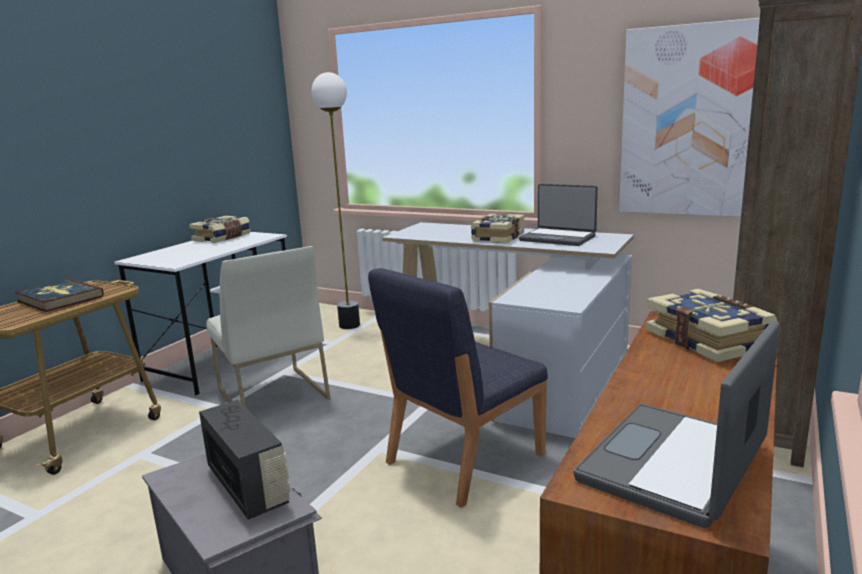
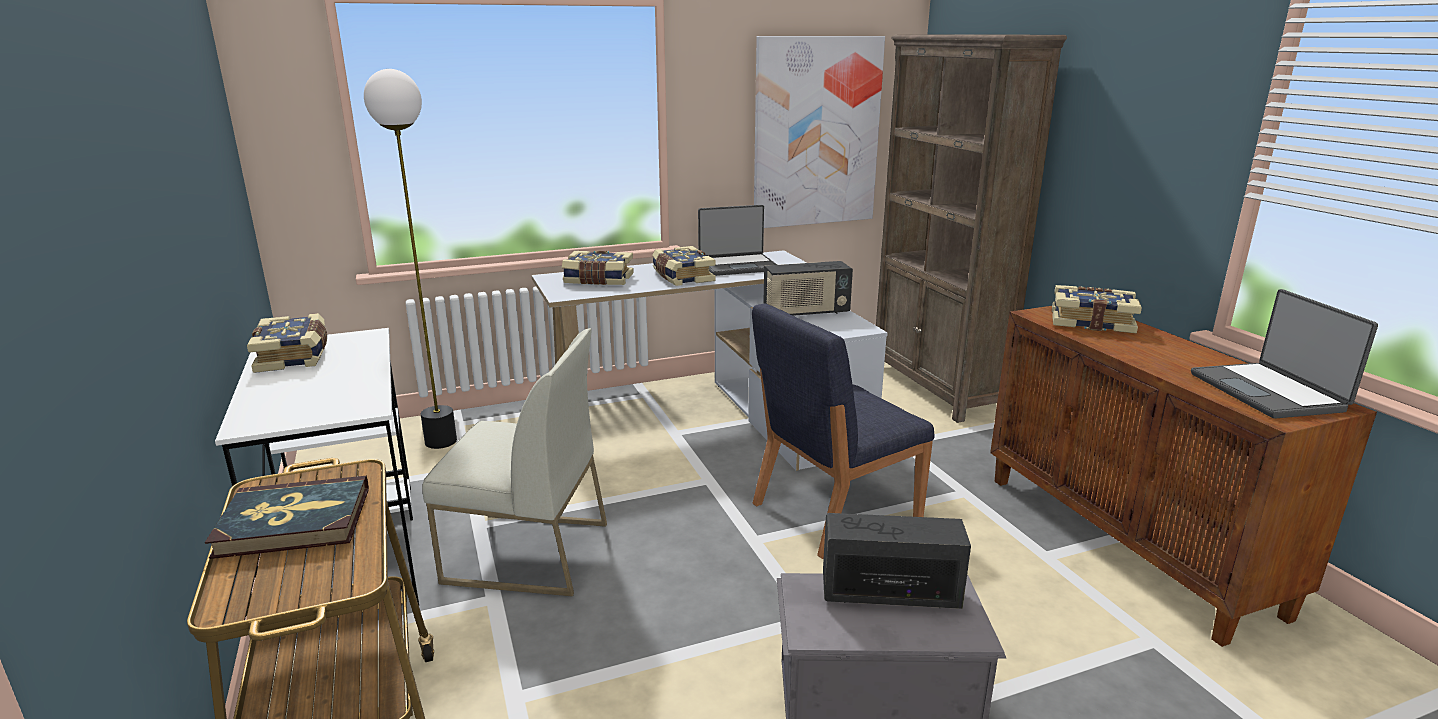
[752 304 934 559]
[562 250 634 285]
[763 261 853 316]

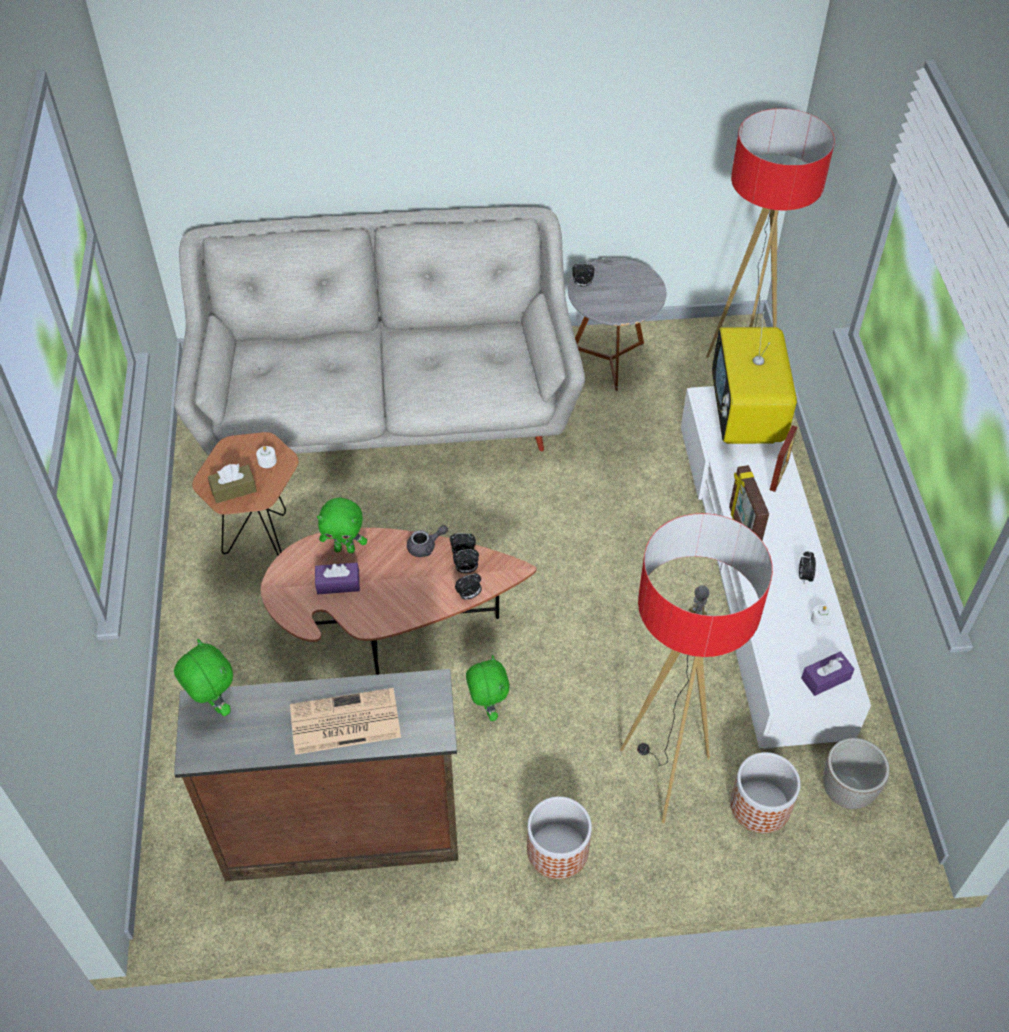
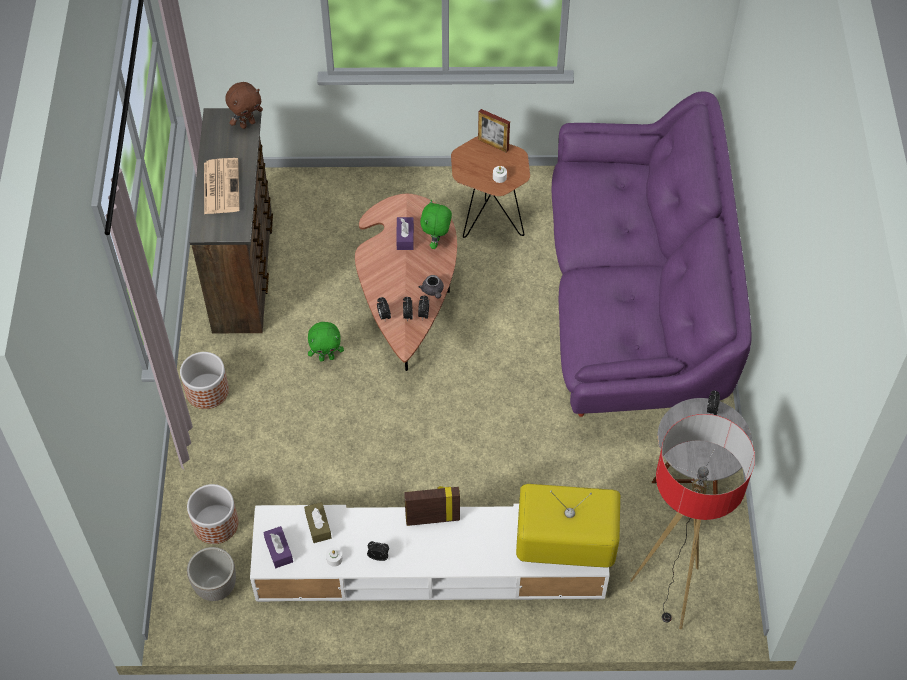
[552 92 752 417]
[225 82 263 129]
[304 502 331 543]
[620 513 773 824] (first image)
[478 109 510 153]

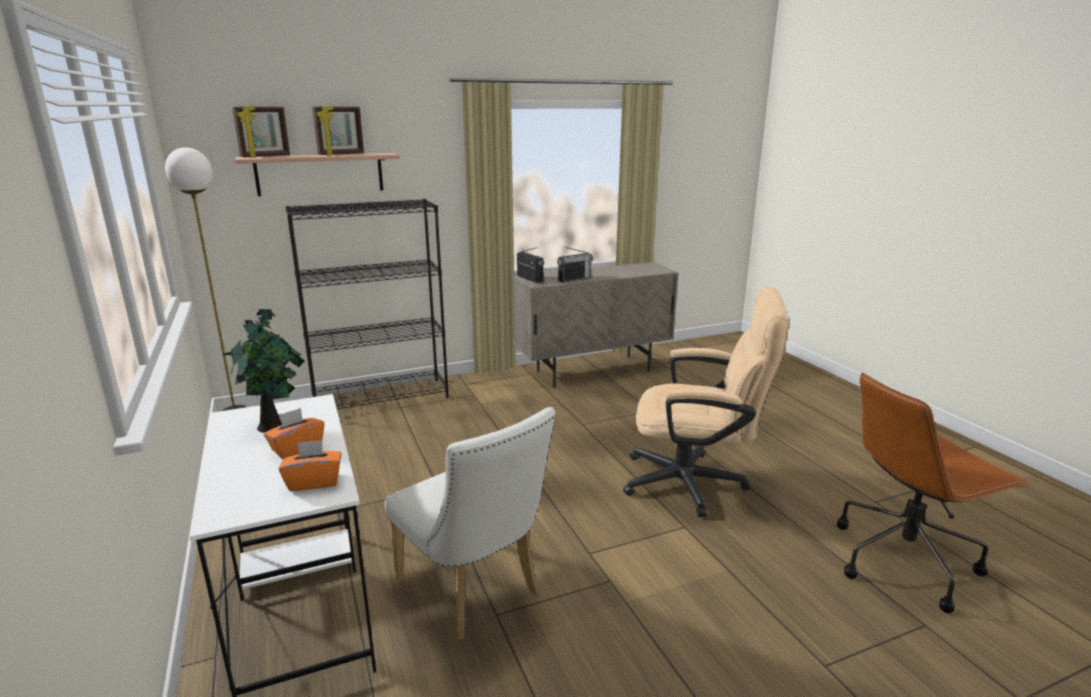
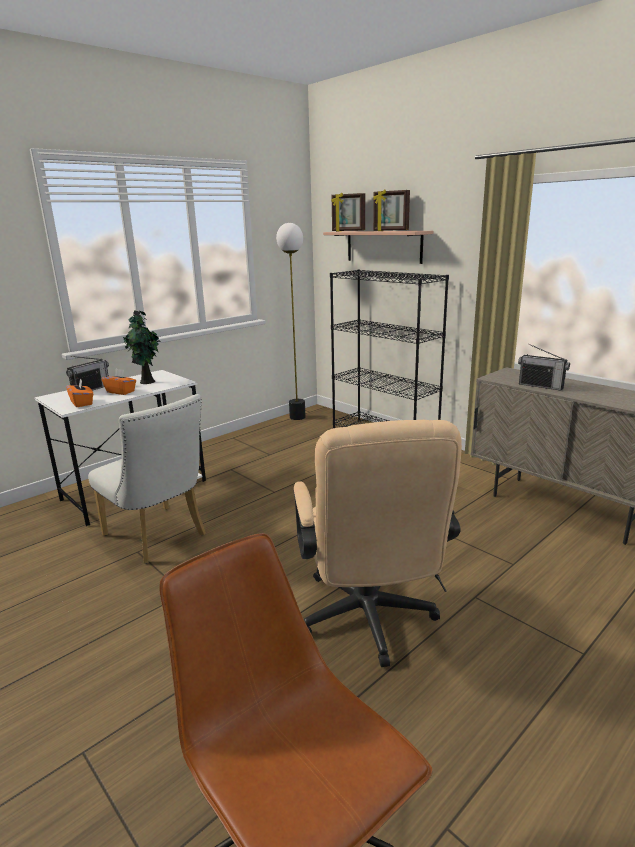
[88 394 206 564]
[66 356 109 391]

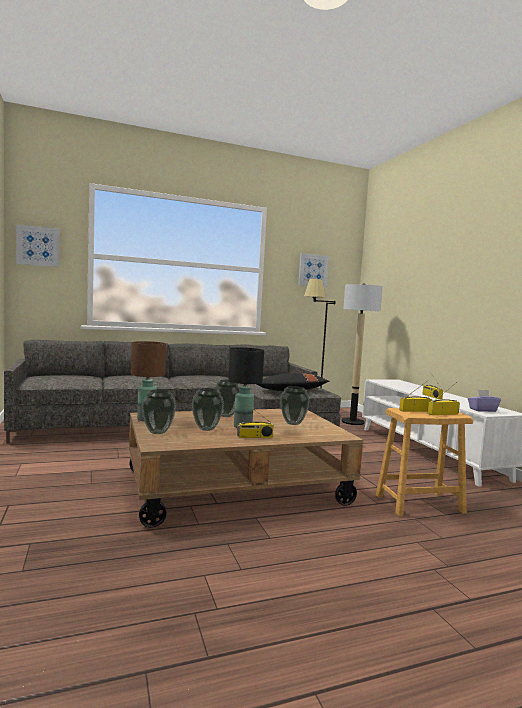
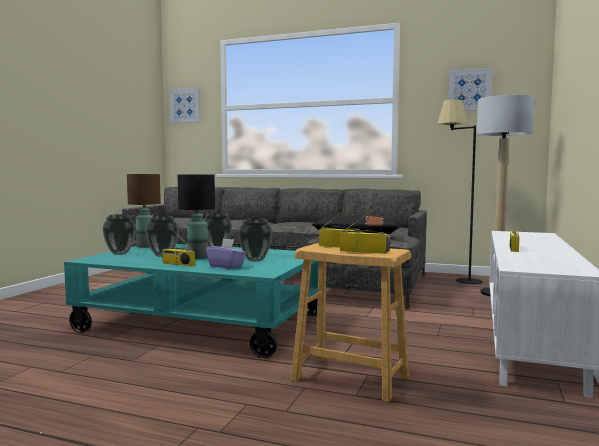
[64 244 319 358]
[206 238 246 269]

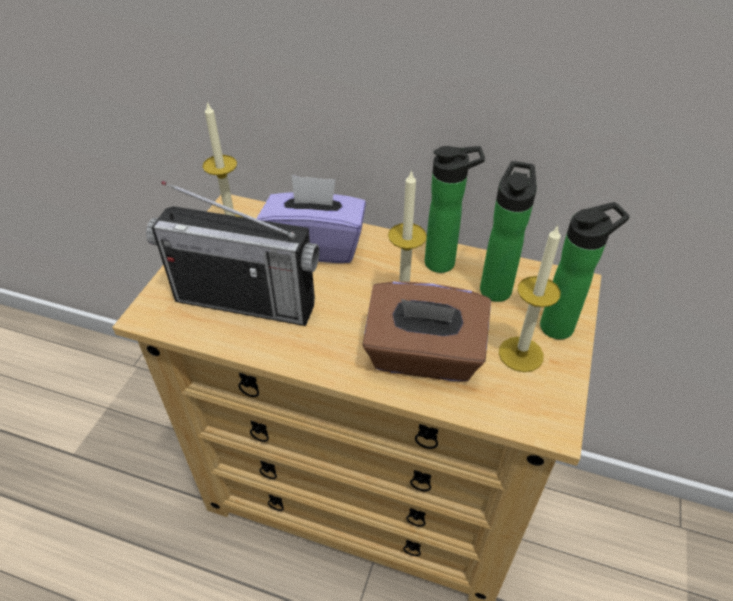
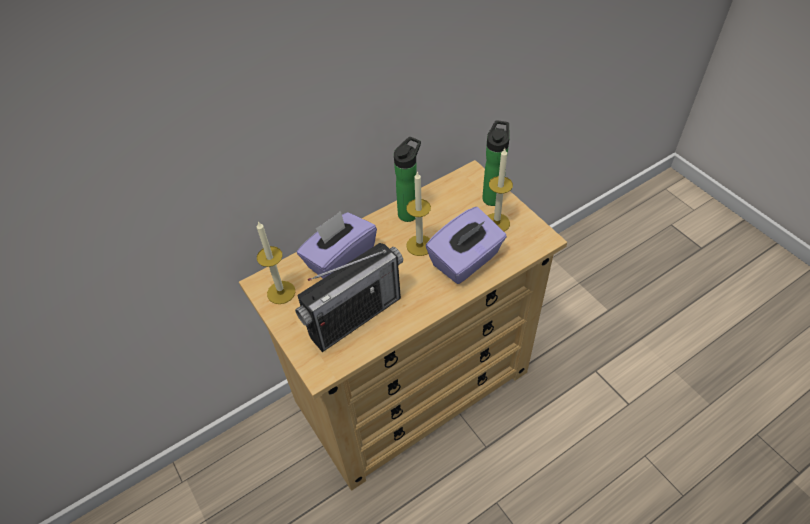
[426 207 507 284]
[480 161 537 302] (first image)

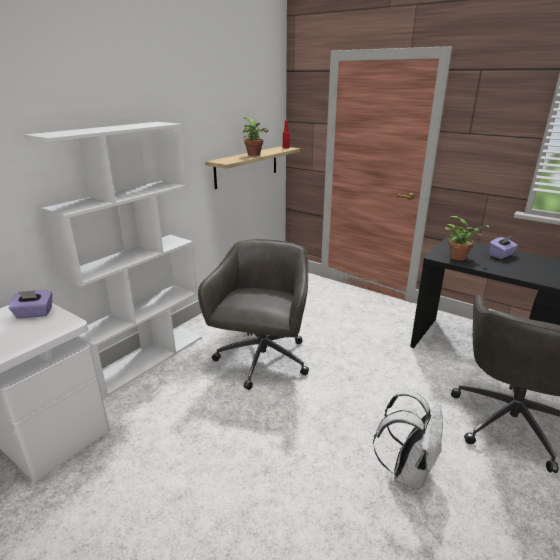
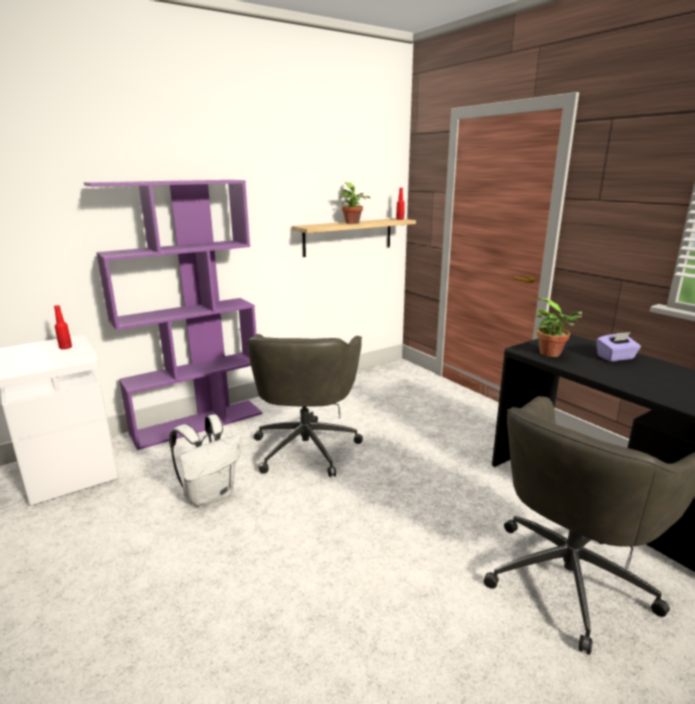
[54 305 72 349]
[84 180 262 450]
[247 334 363 477]
[169 414 242 507]

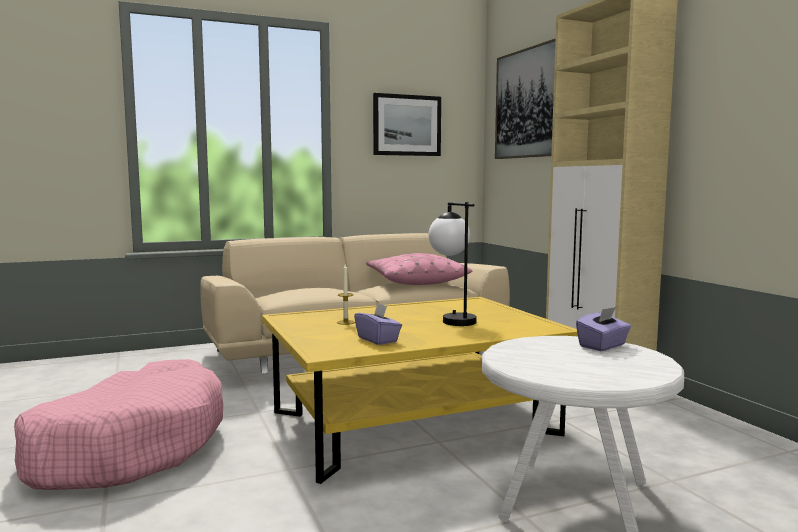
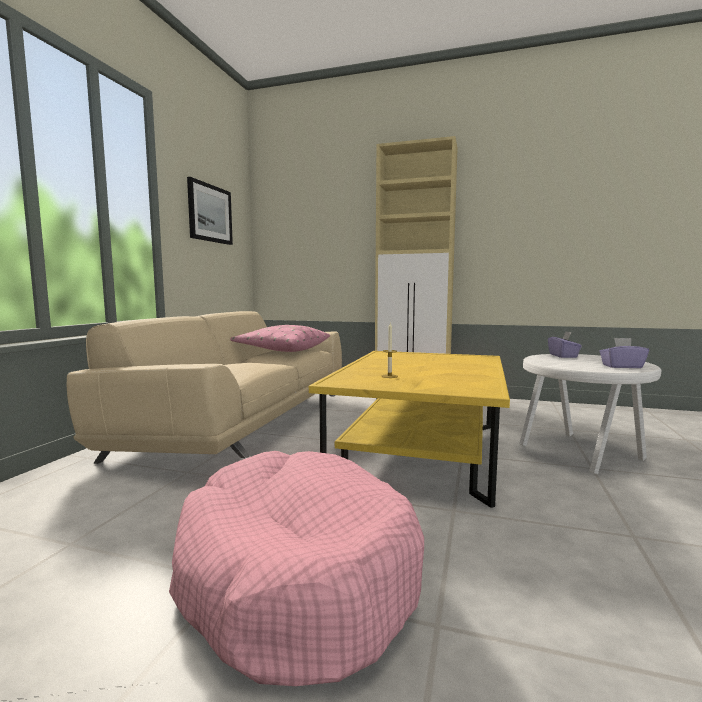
[599 338 649 368]
[428 202 477 326] (first image)
[495 39 555 159] (first image)

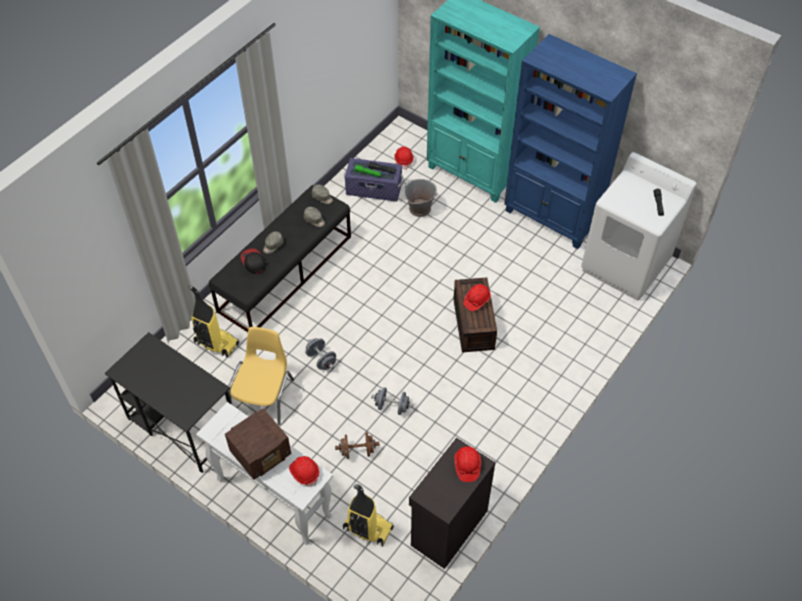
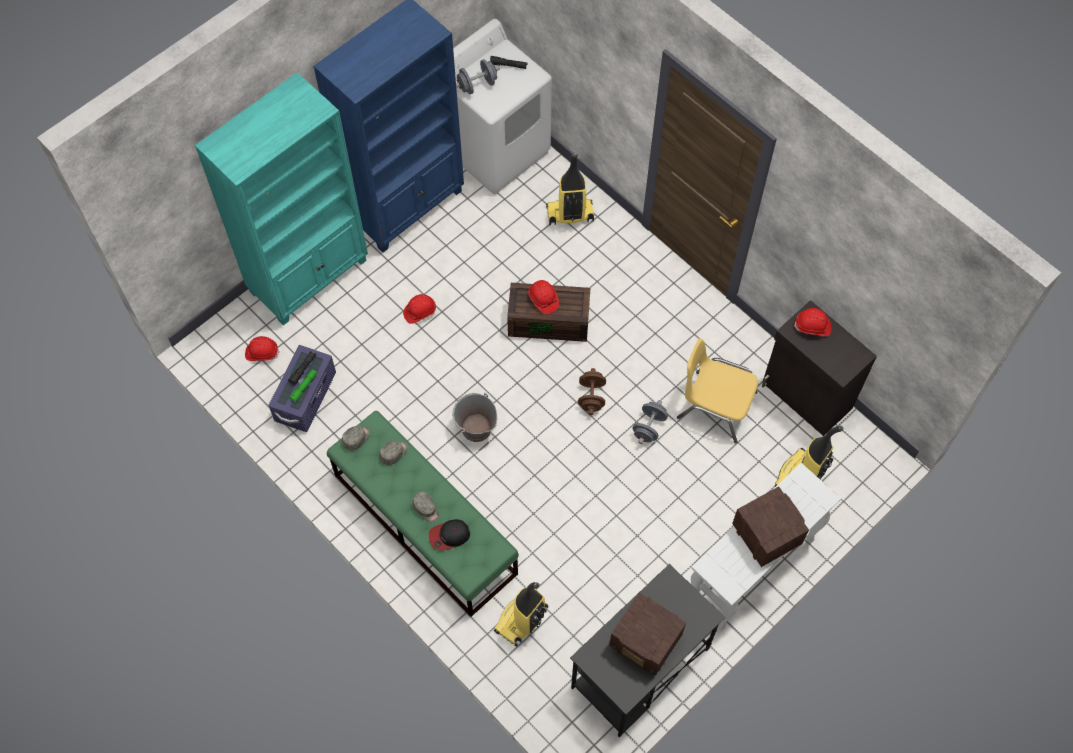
[327 411 519 617]
[677 338 758 443]
[403 294 436 324]
[456 59 500 94]
[578 368 606 415]
[452 393 497 442]
[546 153 594 225]
[609 593 686 676]

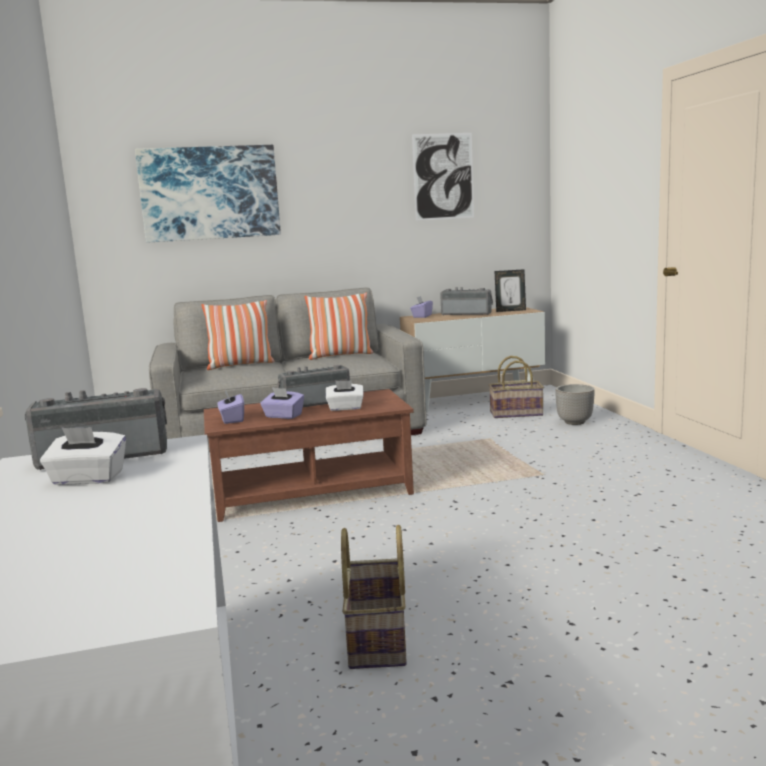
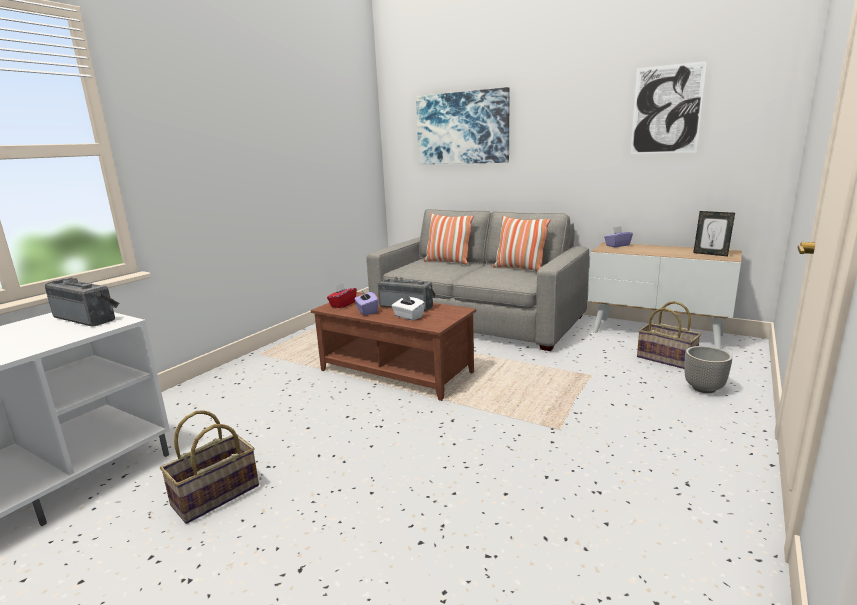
[40 427 126 485] (first image)
[327 283 357 308]
[440 287 493 316] (first image)

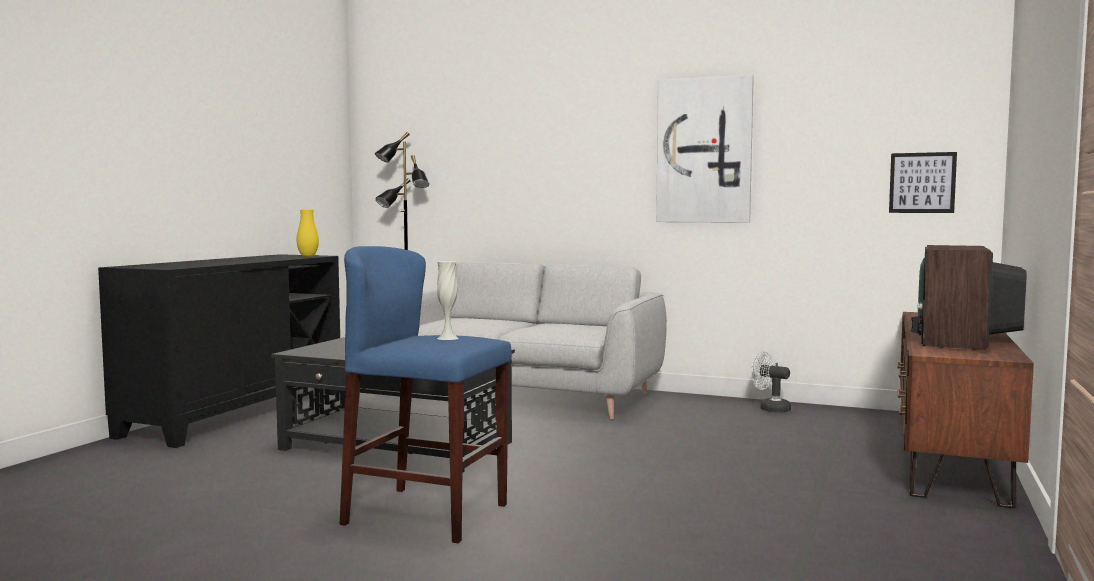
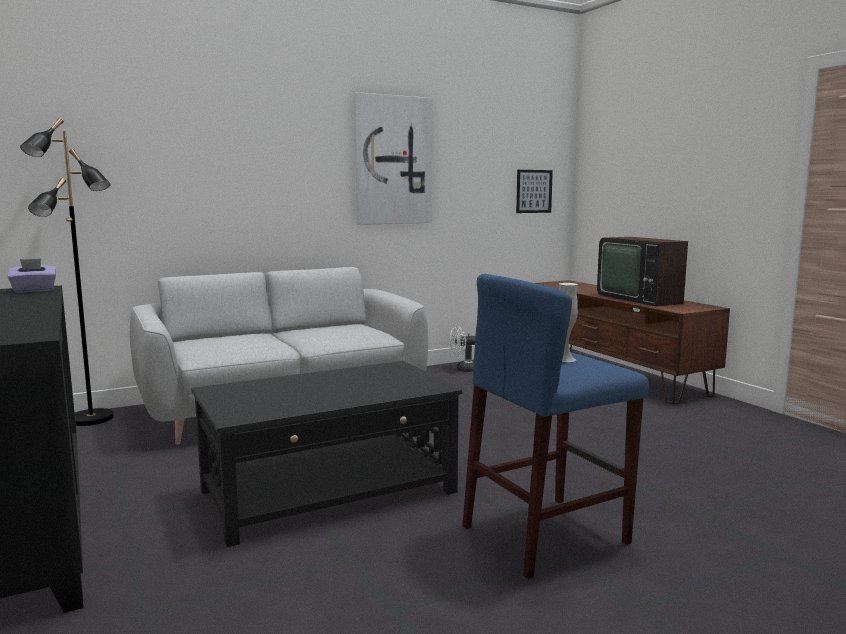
[8 259 56 293]

